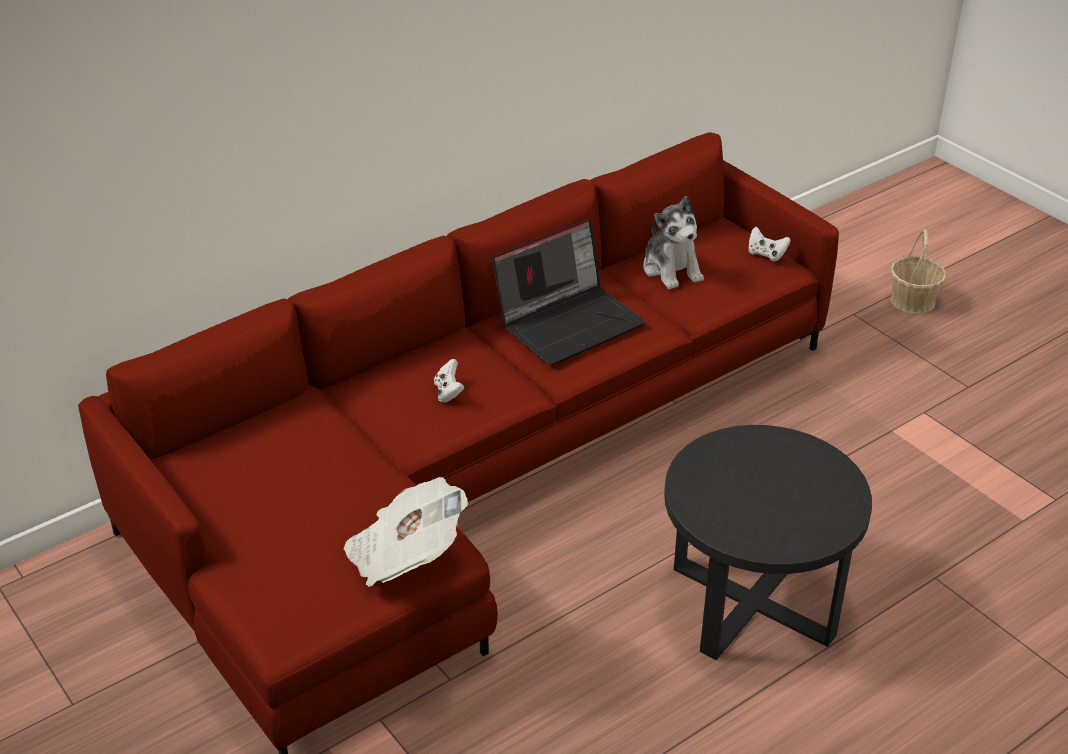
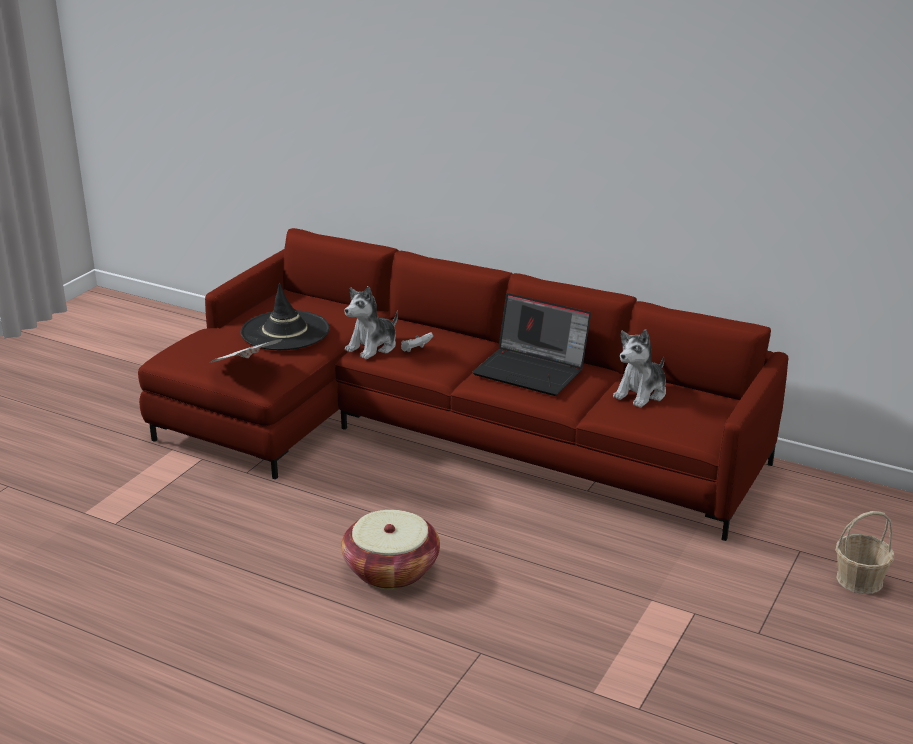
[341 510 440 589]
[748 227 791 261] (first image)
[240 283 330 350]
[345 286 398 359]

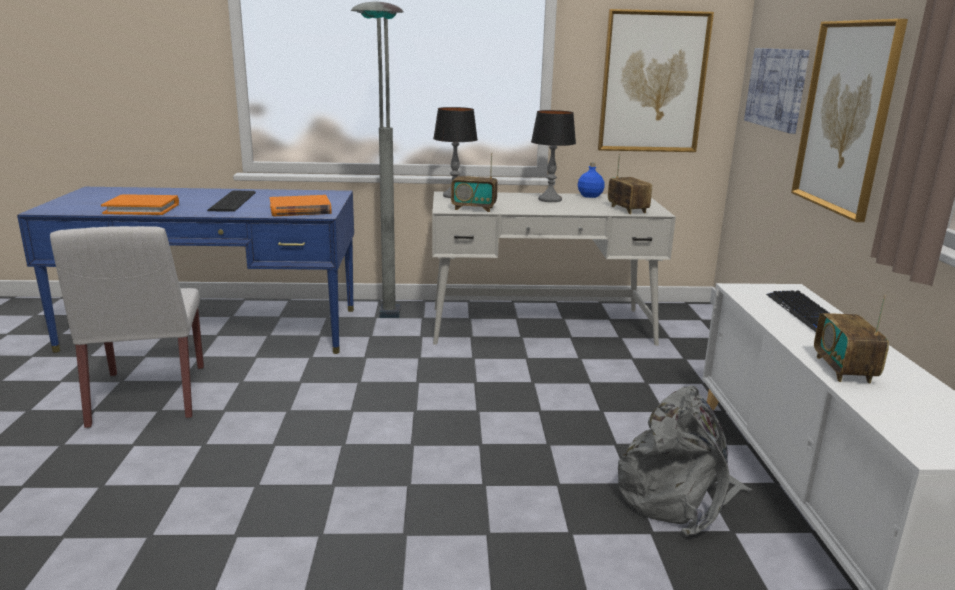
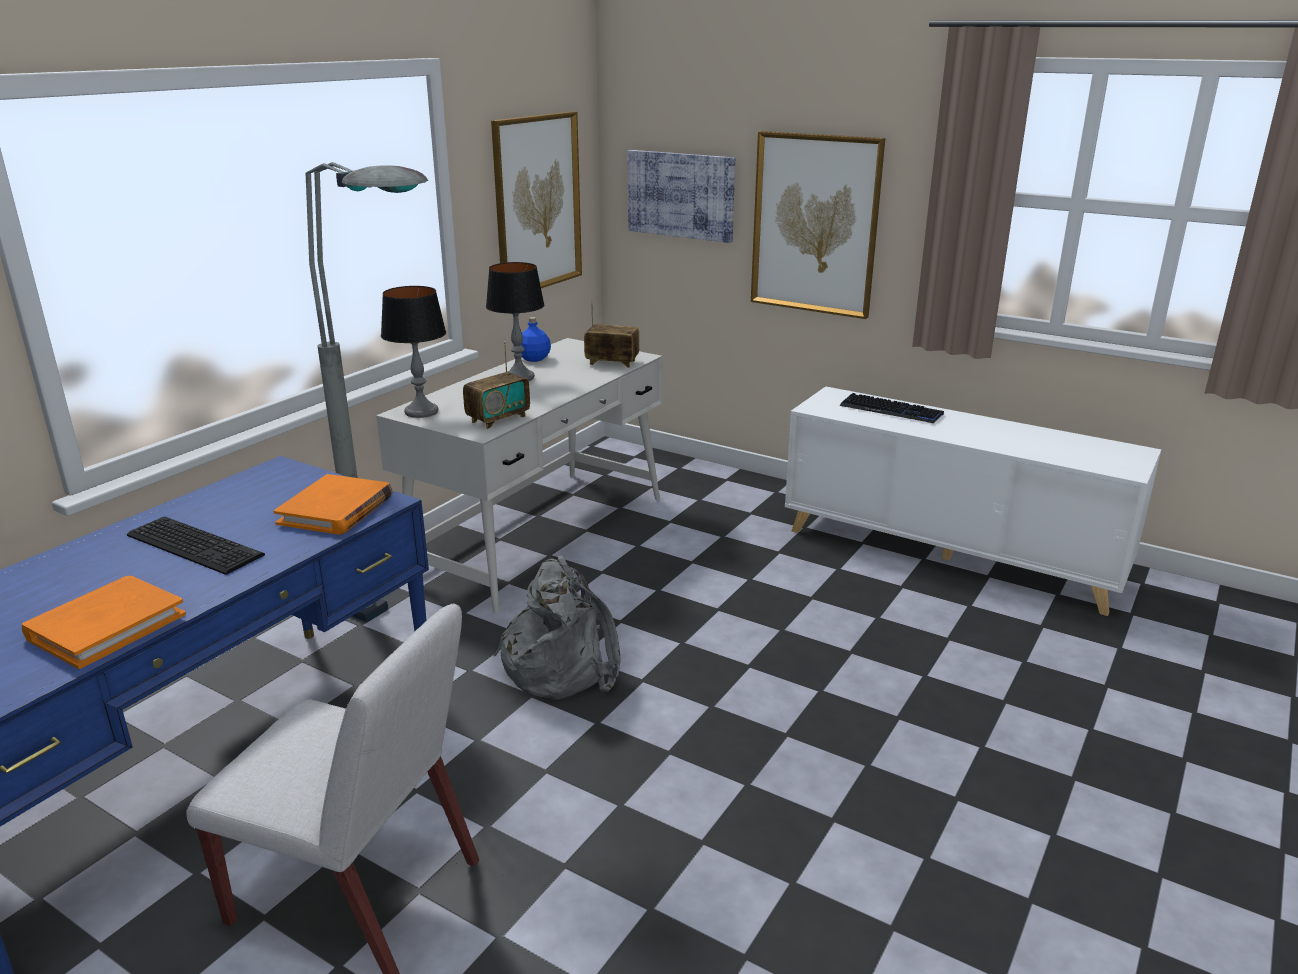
[494 555 621 700]
[814 295 889 383] (first image)

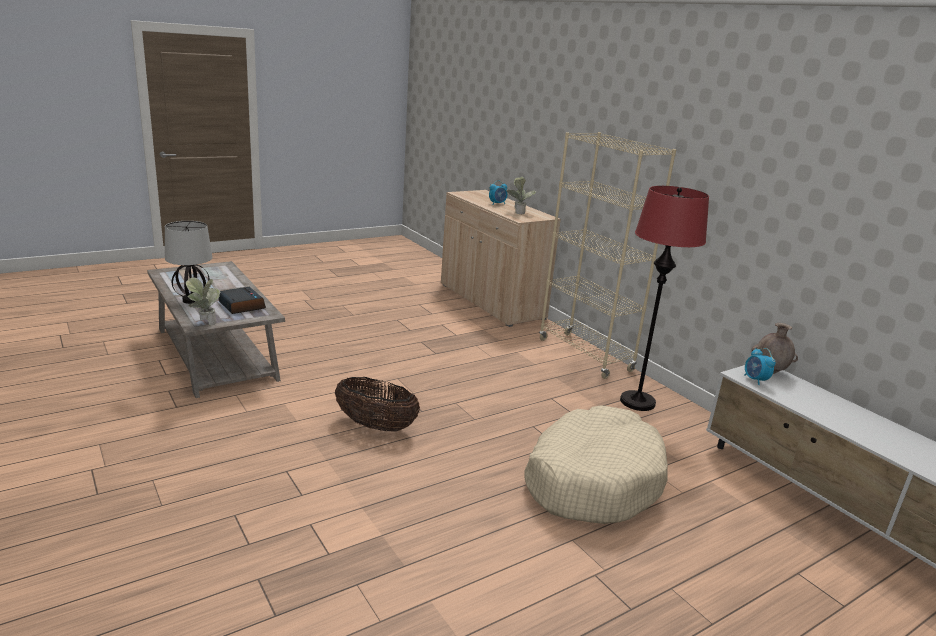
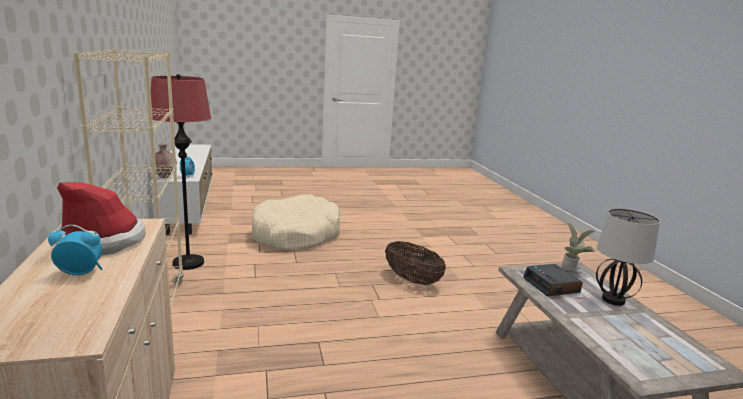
[56 182 146 255]

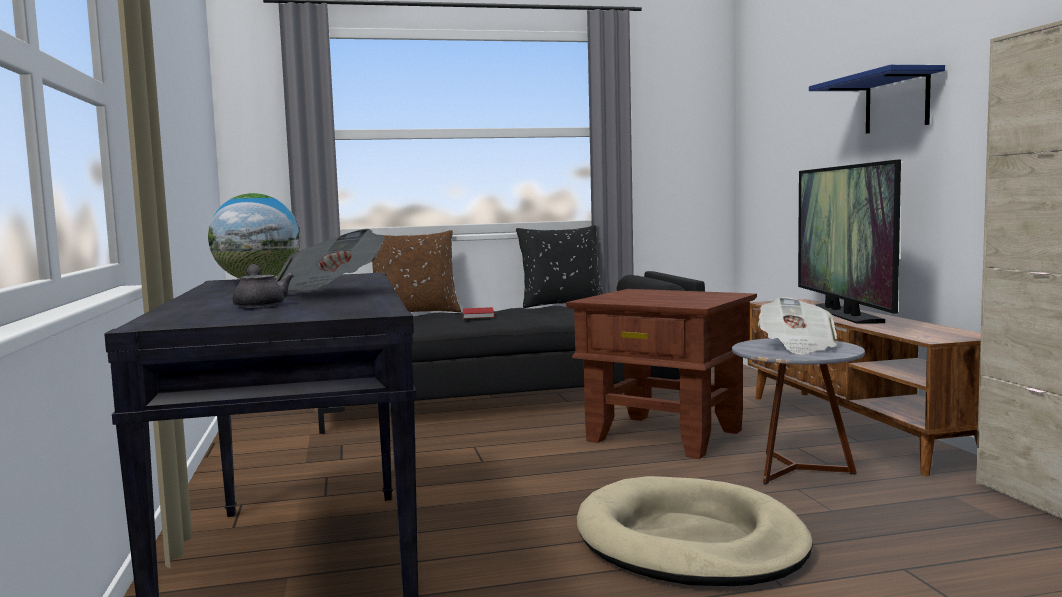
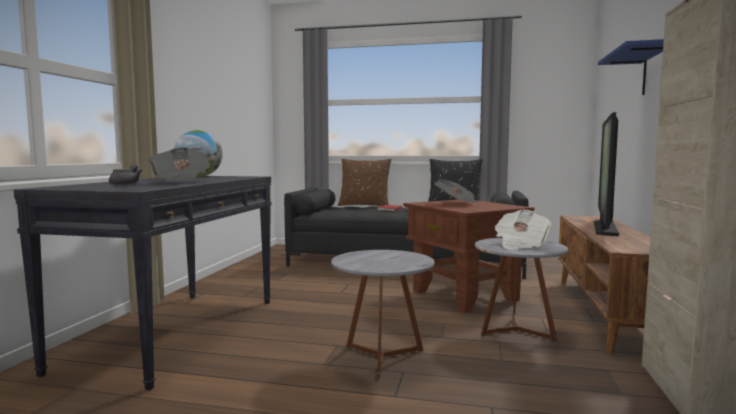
[331 250 434 379]
[434 179 478 203]

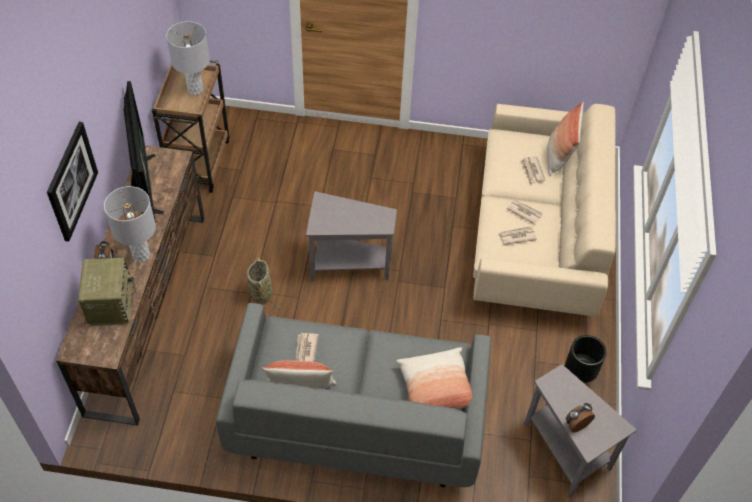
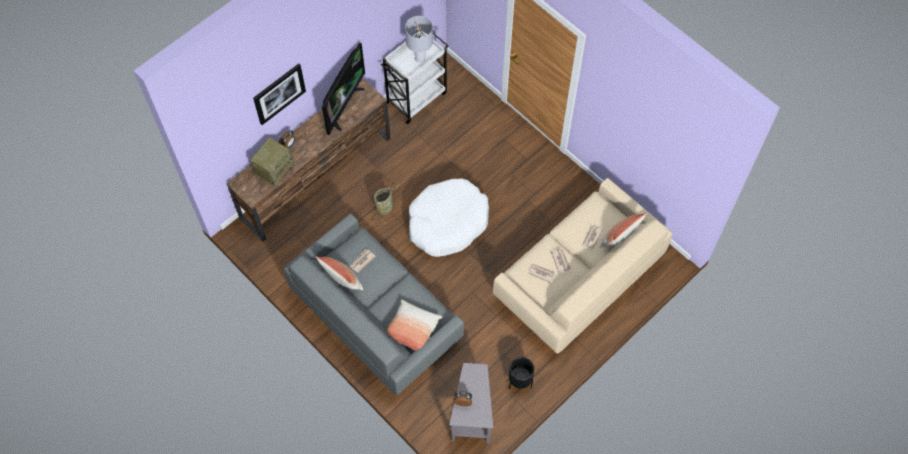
[104 186 156 262] (first image)
[381 31 448 124]
[409 178 489 257]

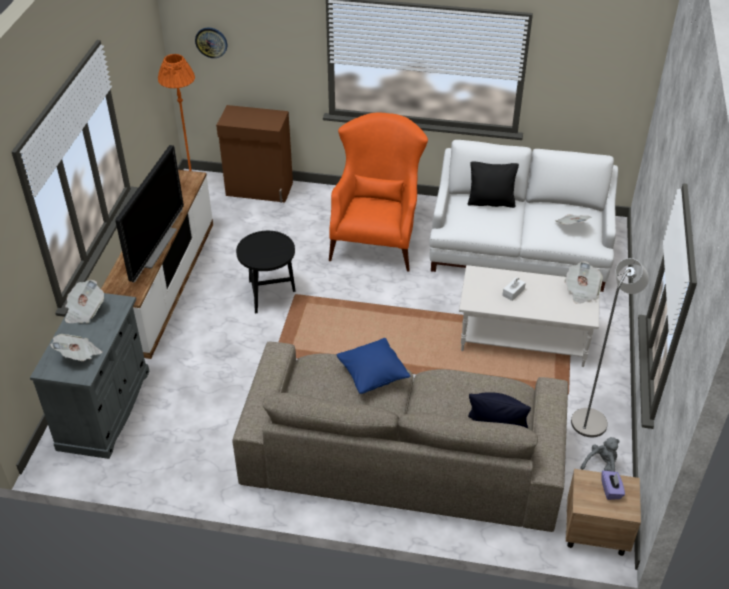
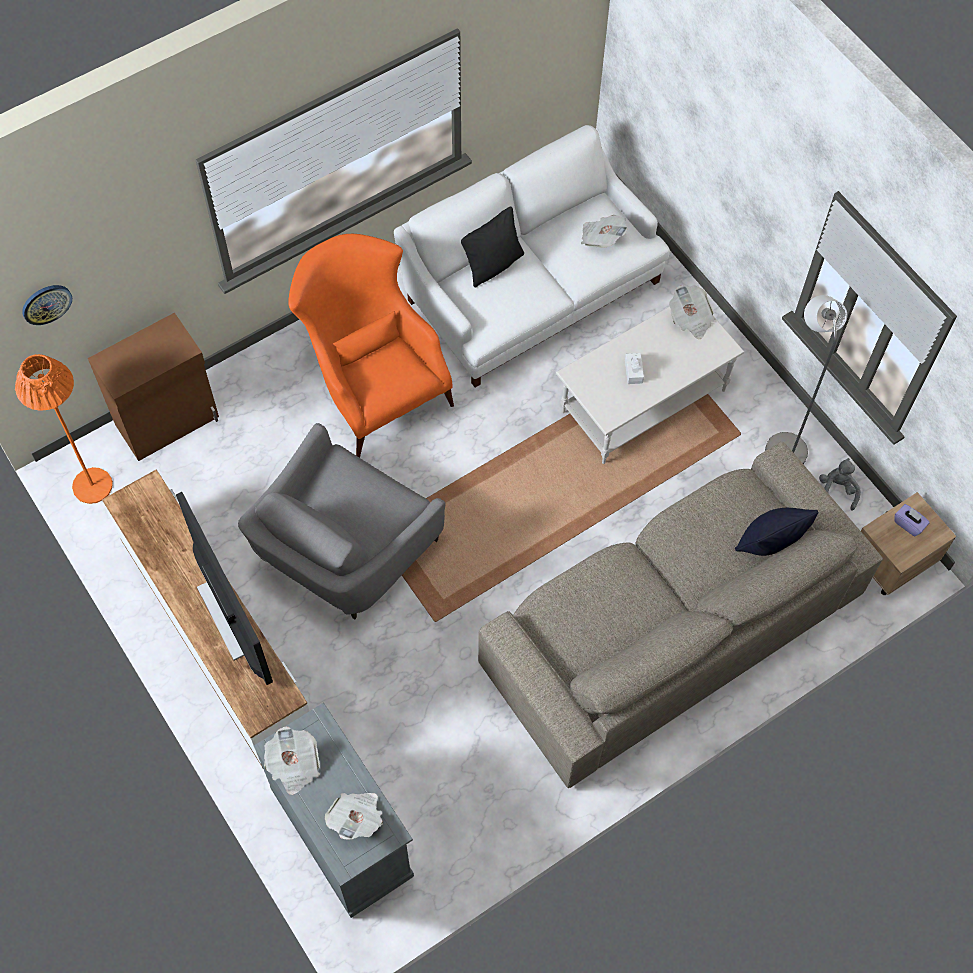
[238 423 446 620]
[337 338 410 394] (first image)

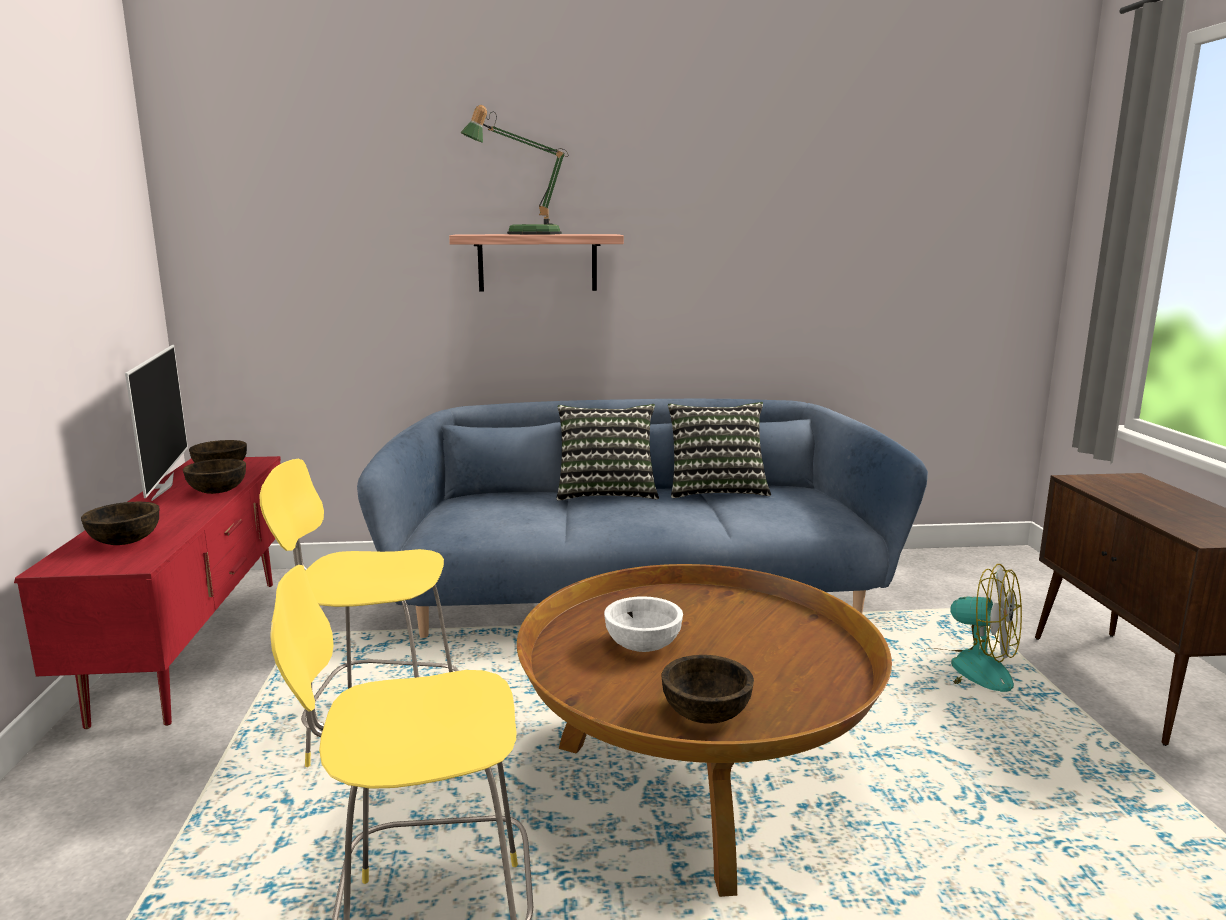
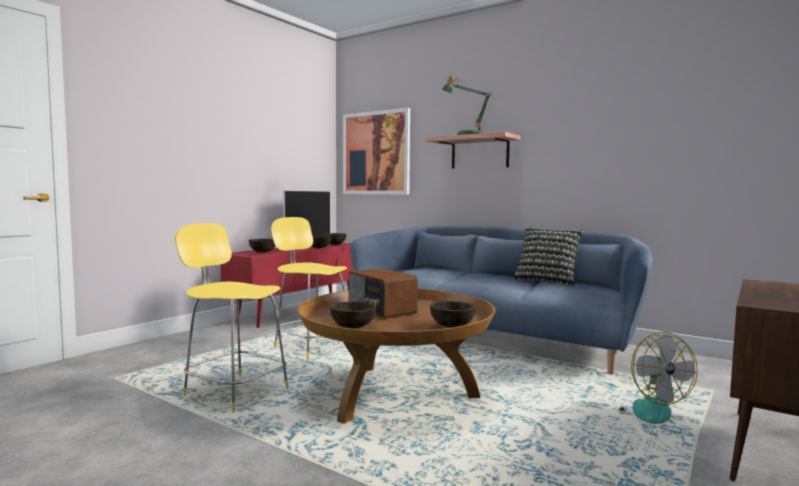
[556 404 659 501] (first image)
[349 269 418 319]
[343 108 410 195]
[430 301 476 327]

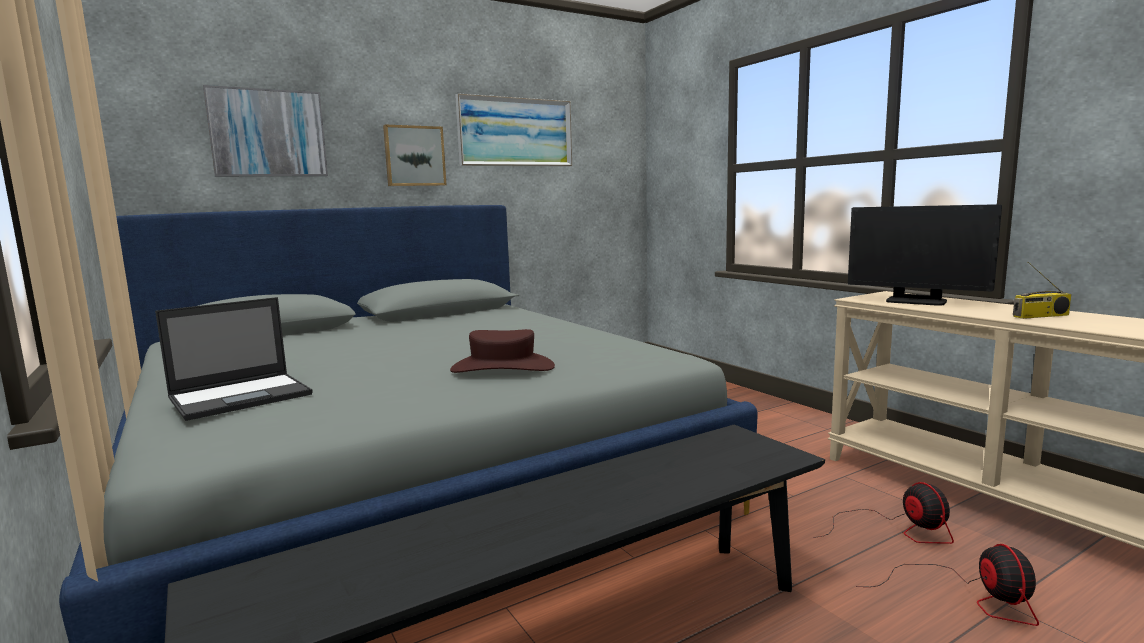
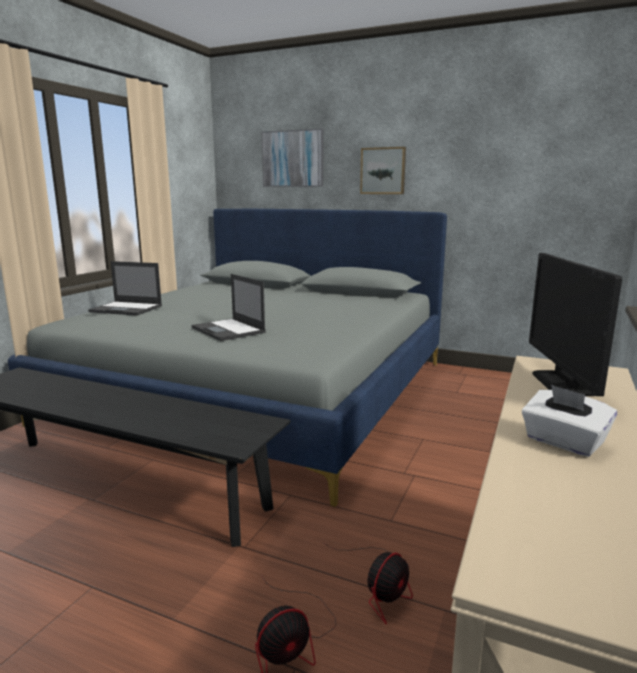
[192 274 266 341]
[455 93 572 166] (first image)
[522 385 617 457]

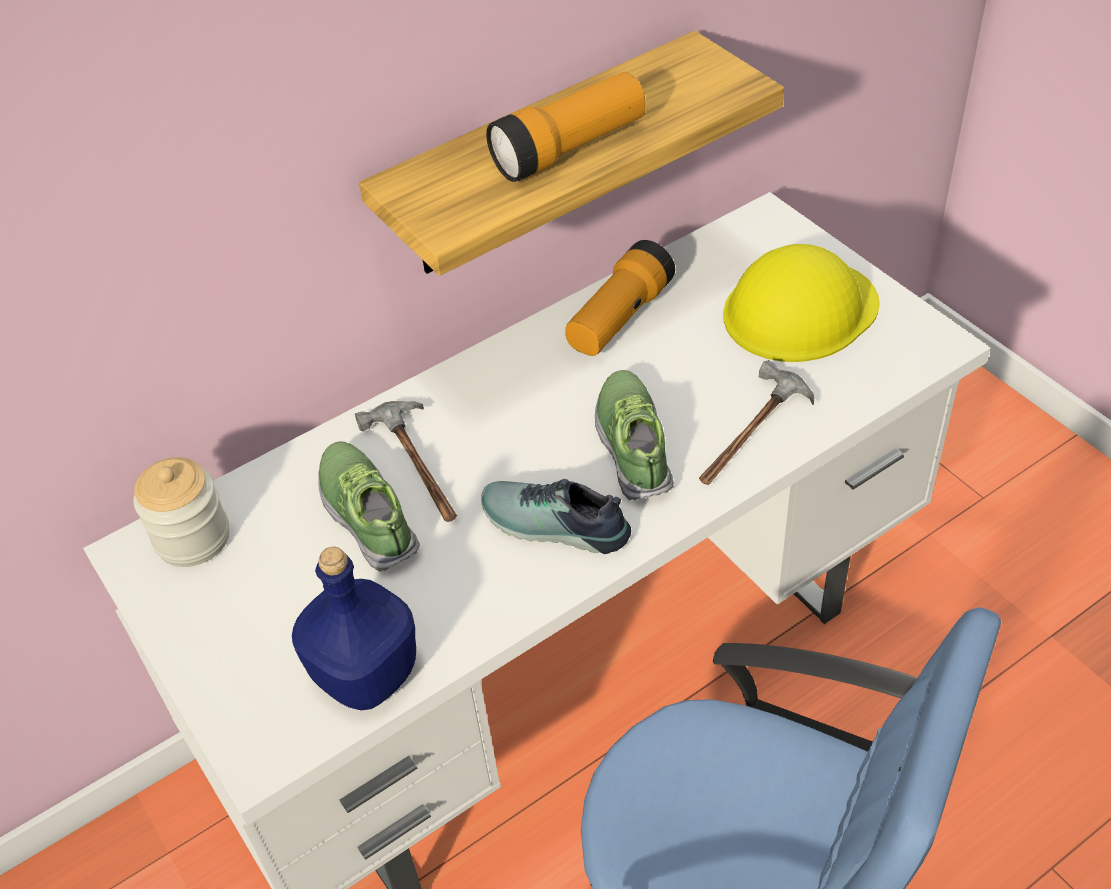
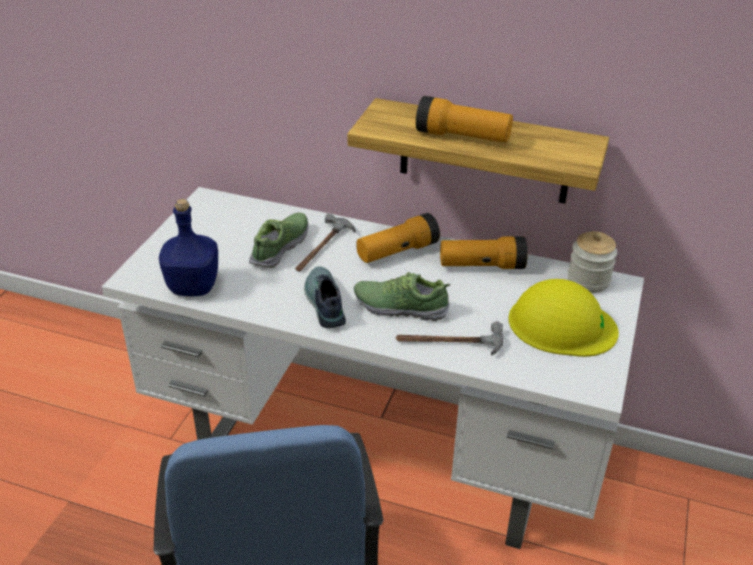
[568 231 617 293]
[354 272 450 321]
[357 213 440 263]

